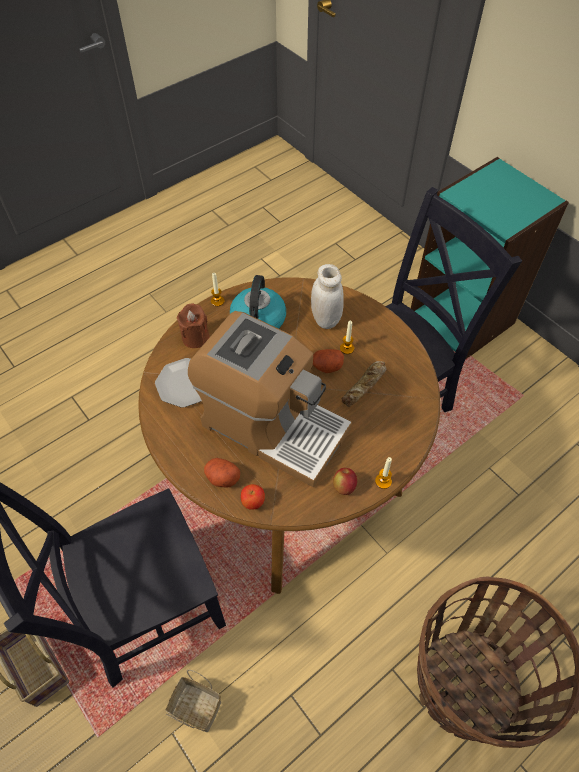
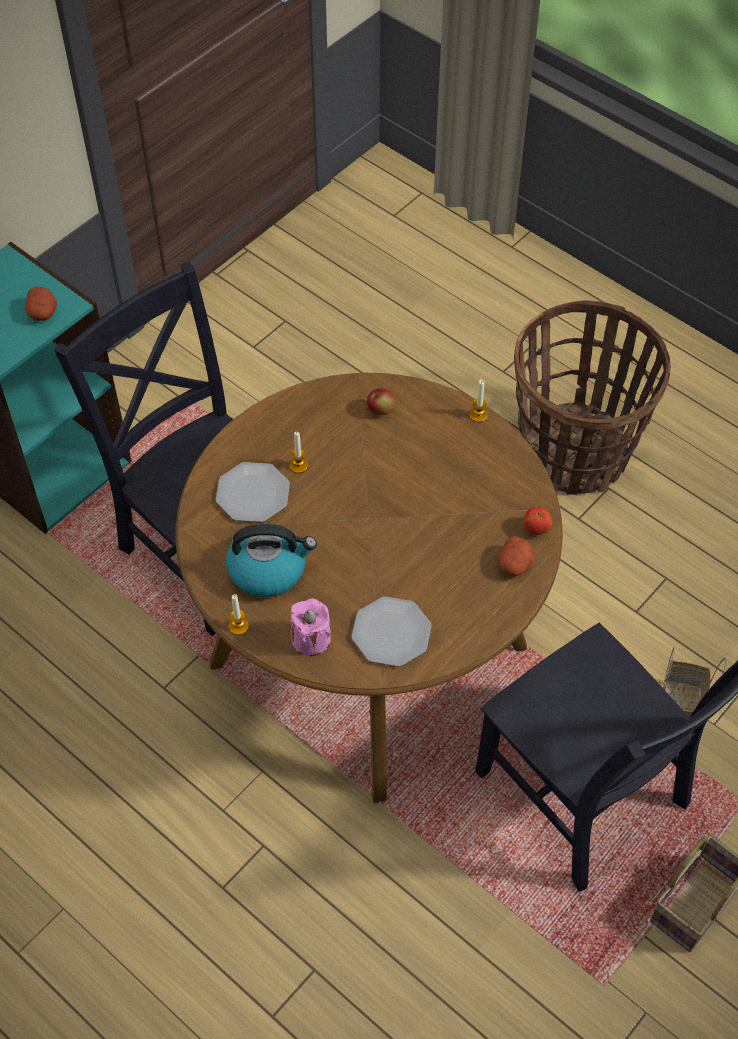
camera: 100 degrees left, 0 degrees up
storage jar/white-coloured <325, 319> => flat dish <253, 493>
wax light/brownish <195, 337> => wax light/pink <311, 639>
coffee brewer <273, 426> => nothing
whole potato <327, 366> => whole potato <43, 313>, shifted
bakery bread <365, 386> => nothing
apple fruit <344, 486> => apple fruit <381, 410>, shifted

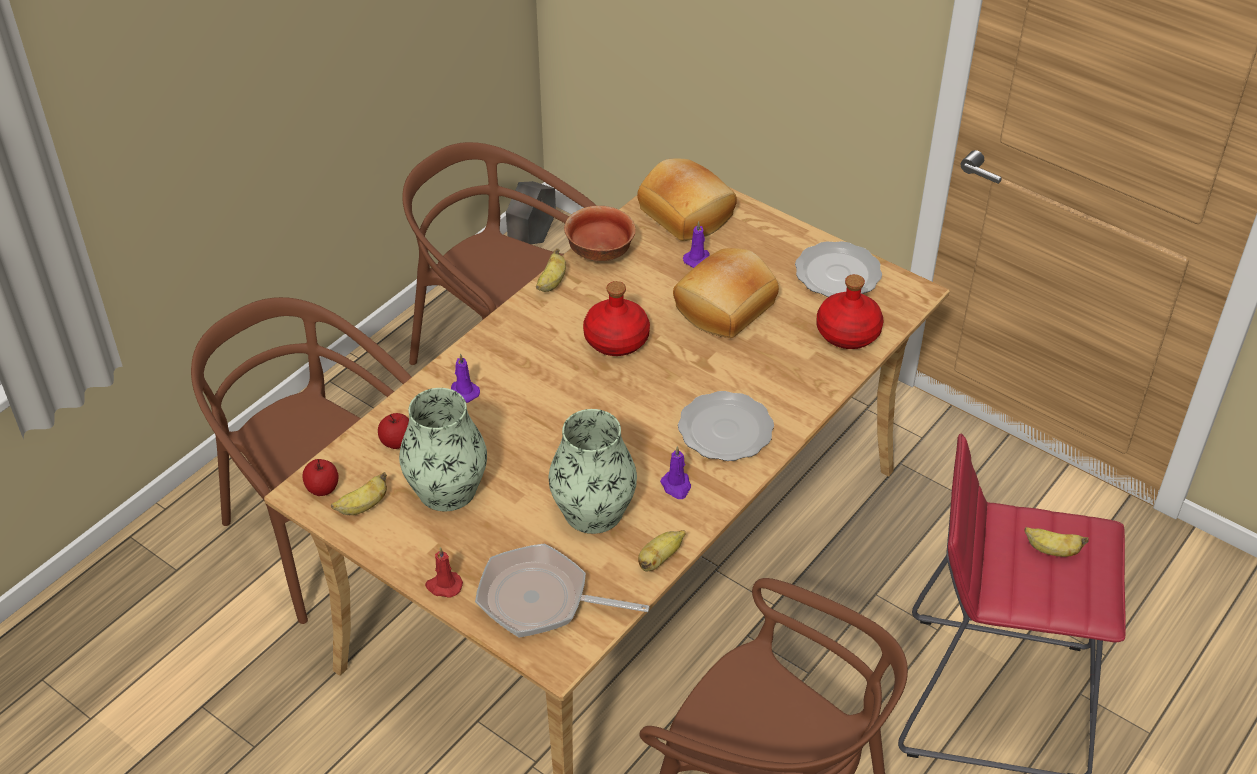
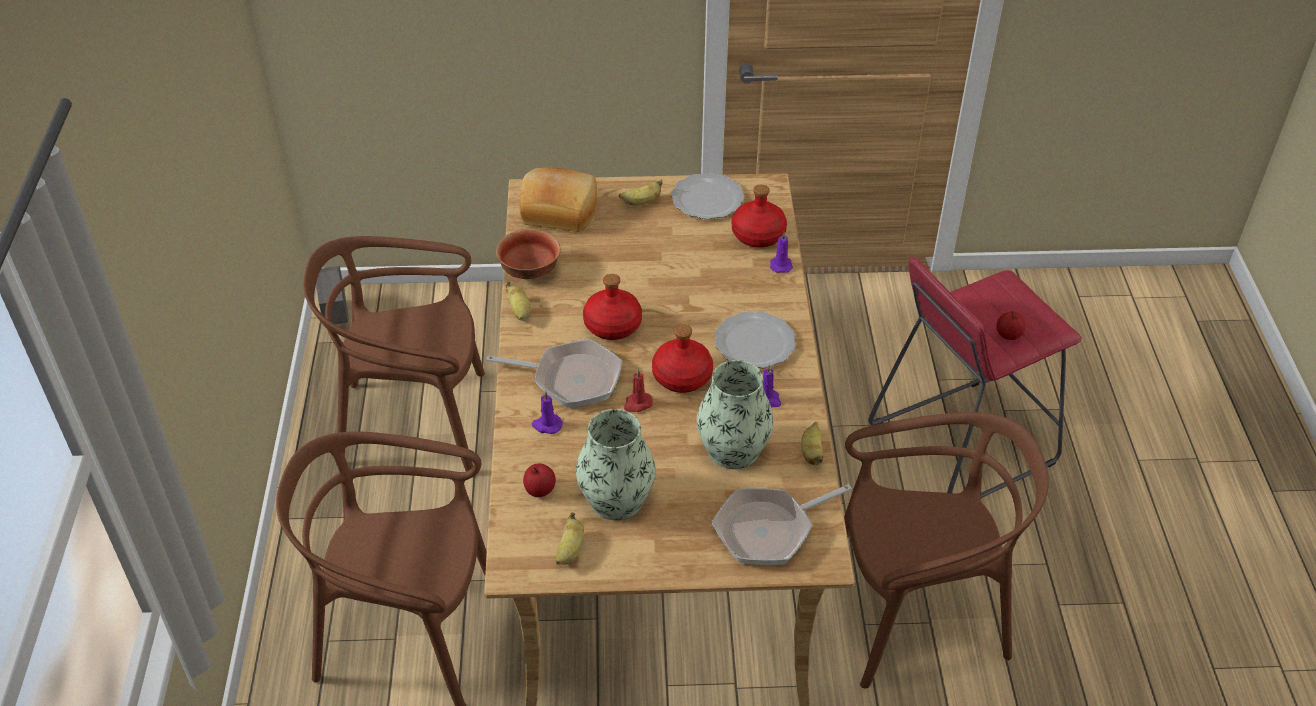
camera: 40 degrees left, 0 degrees up
wax light/purple-coloured <697, 259> => wax light/purple-coloured <780, 265>, shifted
bakery bread <726, 308> => nothing
apple fruit <322, 488> => apple fruit <1008, 335>, shifted
banana fruit <1051, 550> => banana fruit <641, 202>, shifted
wax light/red <443, 586> => wax light/red <637, 404>, shifted
nothing => bottle/red <682, 376>
nothing => frying pan <571, 378>

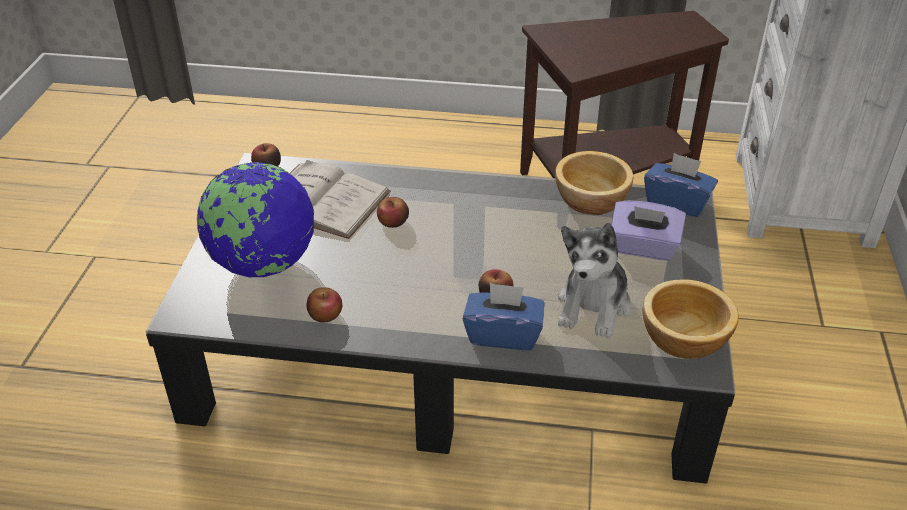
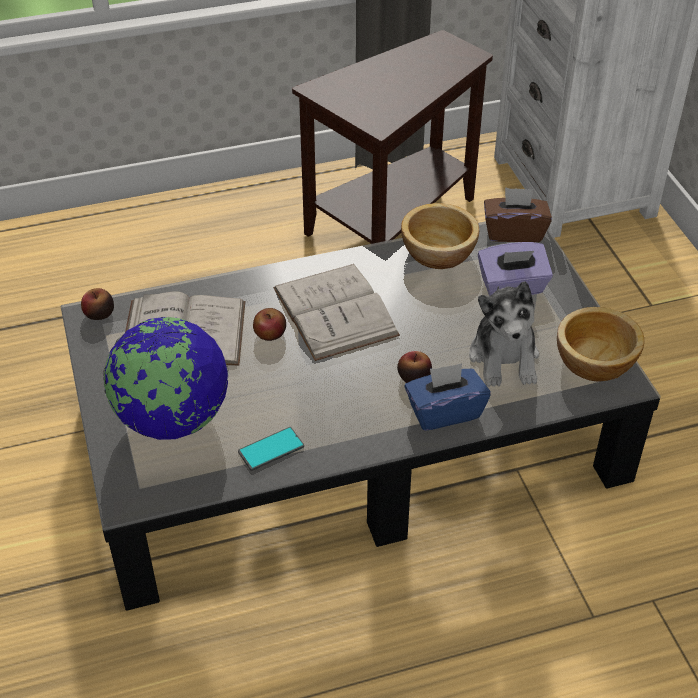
camera: 25 degrees left, 5 degrees up
box of tissues/blue-coloured <677, 202> => box of tissues/brownish <514, 232>
apple fruit <325, 315> => phone <271, 449>
nothing => bound book/white-coloured <335, 311>

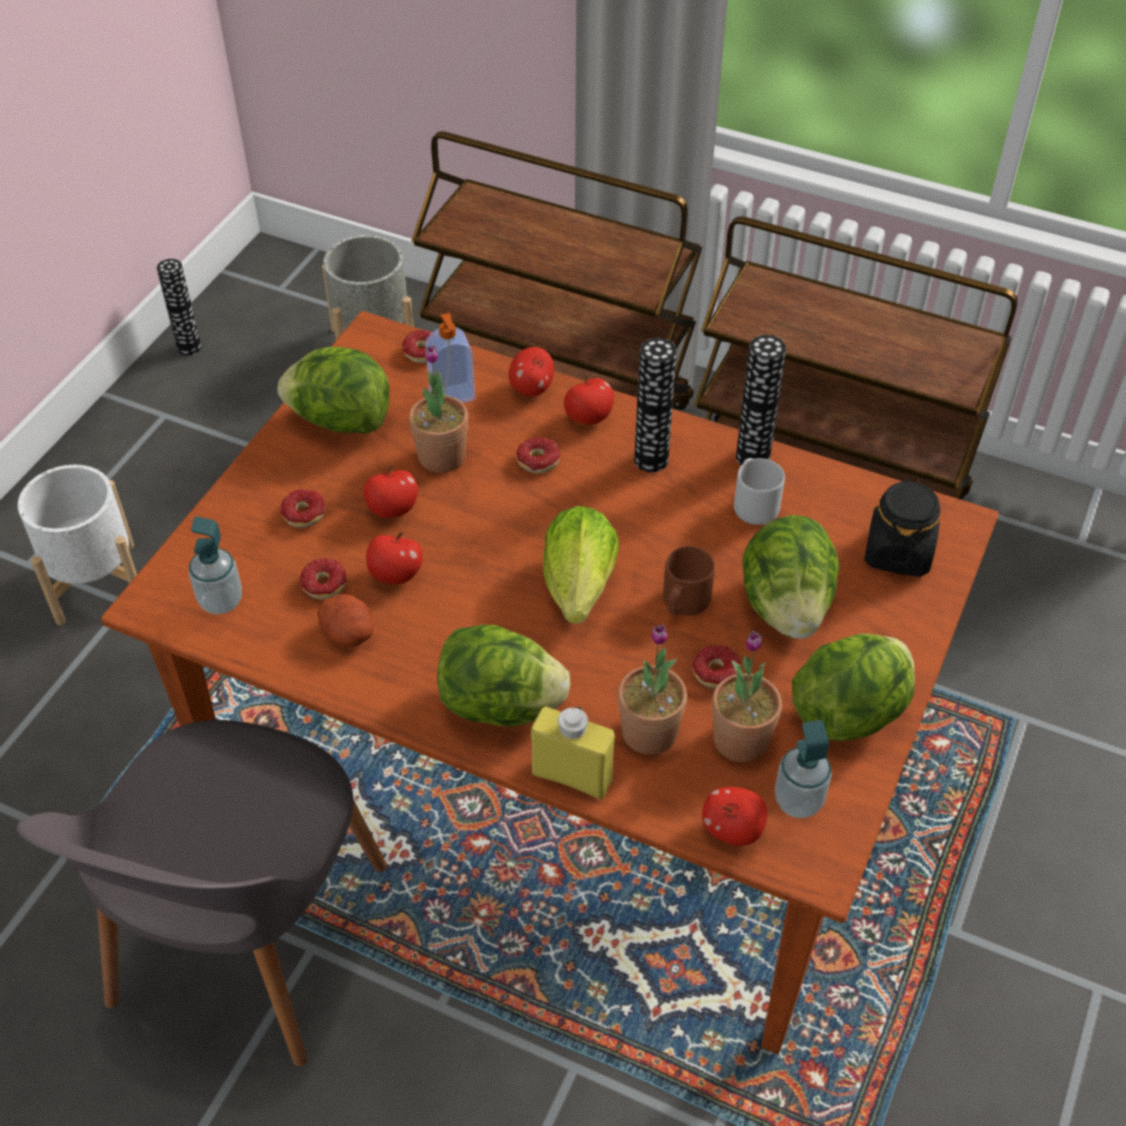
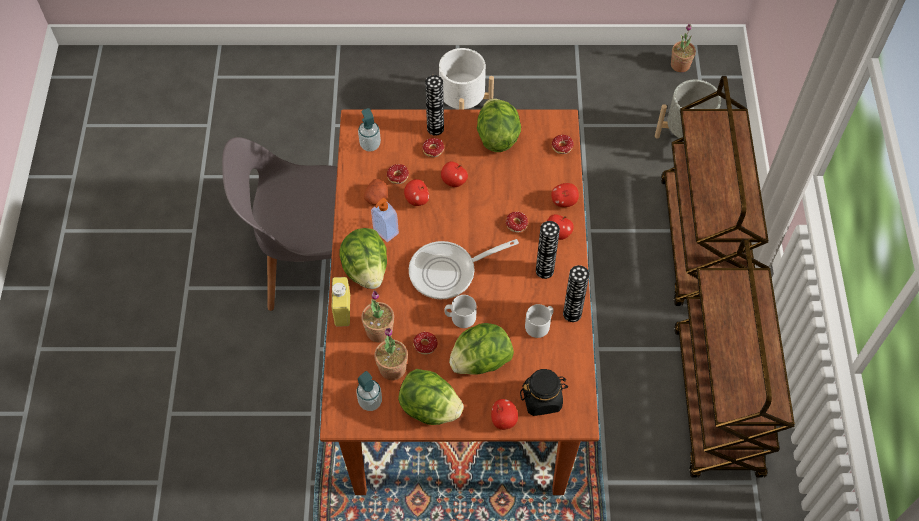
camera: 65 degrees right, 10 degrees up
flower vase <189, 347> => flower vase <435, 128>, shifted
liquid soap bottle <452, 396> => liquid soap bottle <385, 232>, shifted
houseplant <442, 456> => houseplant <680, 65>, shifted
lettuce <579, 585> => frying pan <448, 272>
tea mug/brownish <683, 602> => tea mug/gray <460, 317>
apple fruit <733, 830> => apple fruit <503, 420>, shifted

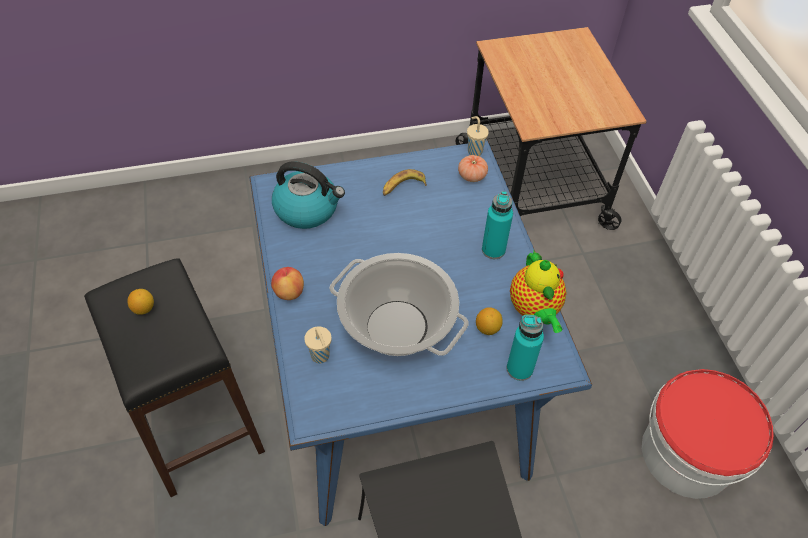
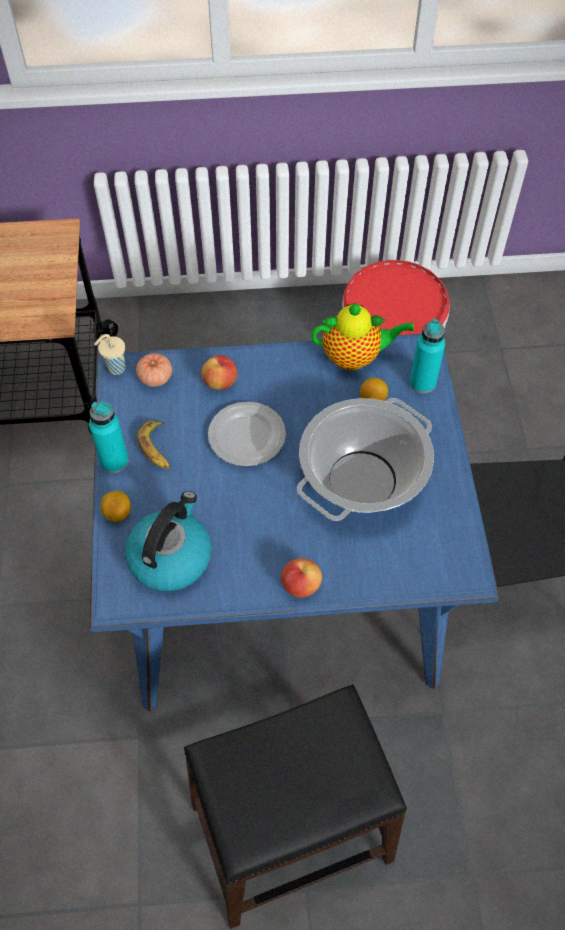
camera: 80 degrees left, 5 degrees up
bottle/turquoise-coloured <493, 250> => bottle/turquoise-coloured <114, 461>, shifted
whole lemon <144, 308> => whole lemon <117, 513>, shifted
cup/beige-coloured <320, 357> => nothing
nothing => apple fruit <220, 382>
nothing => flat dish <248, 436>

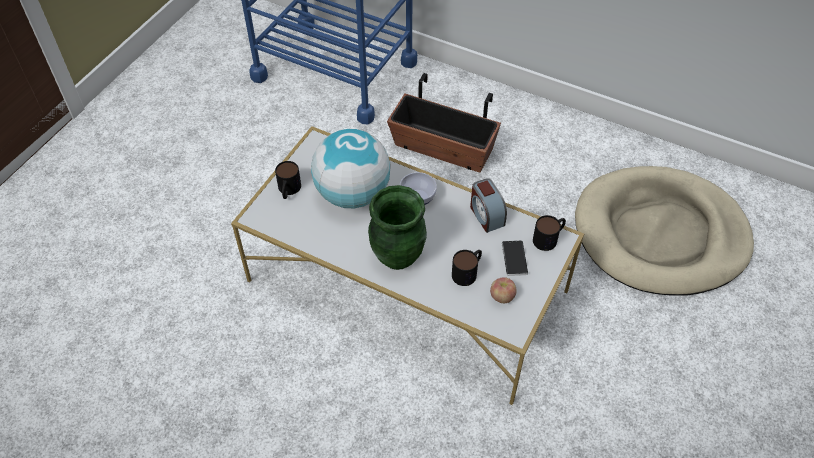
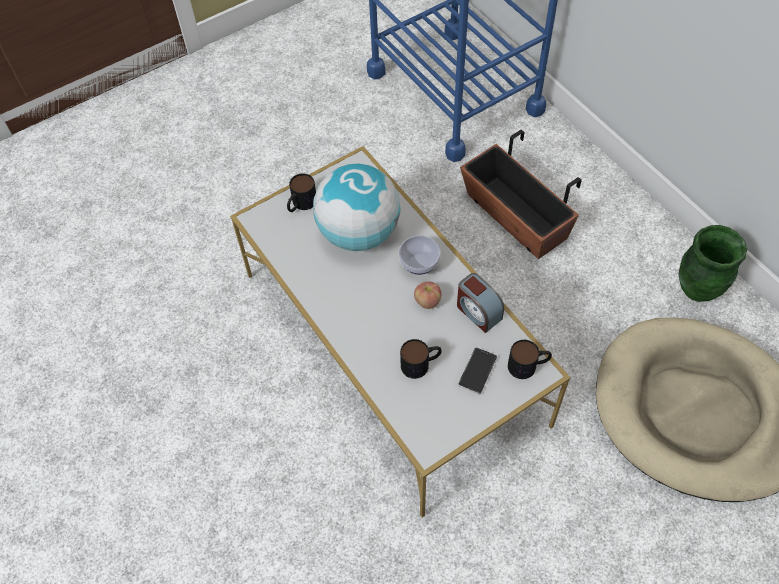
camera: 30 degrees right, 5 degrees up
bedside clock <486, 215> => bedside clock <478, 312>, 45 degrees counterclockwise
flower vase/green <398, 255> => flower vase/green <698, 288>, shifted
apple fruit <502, 296> => apple fruit <427, 301>, shifted

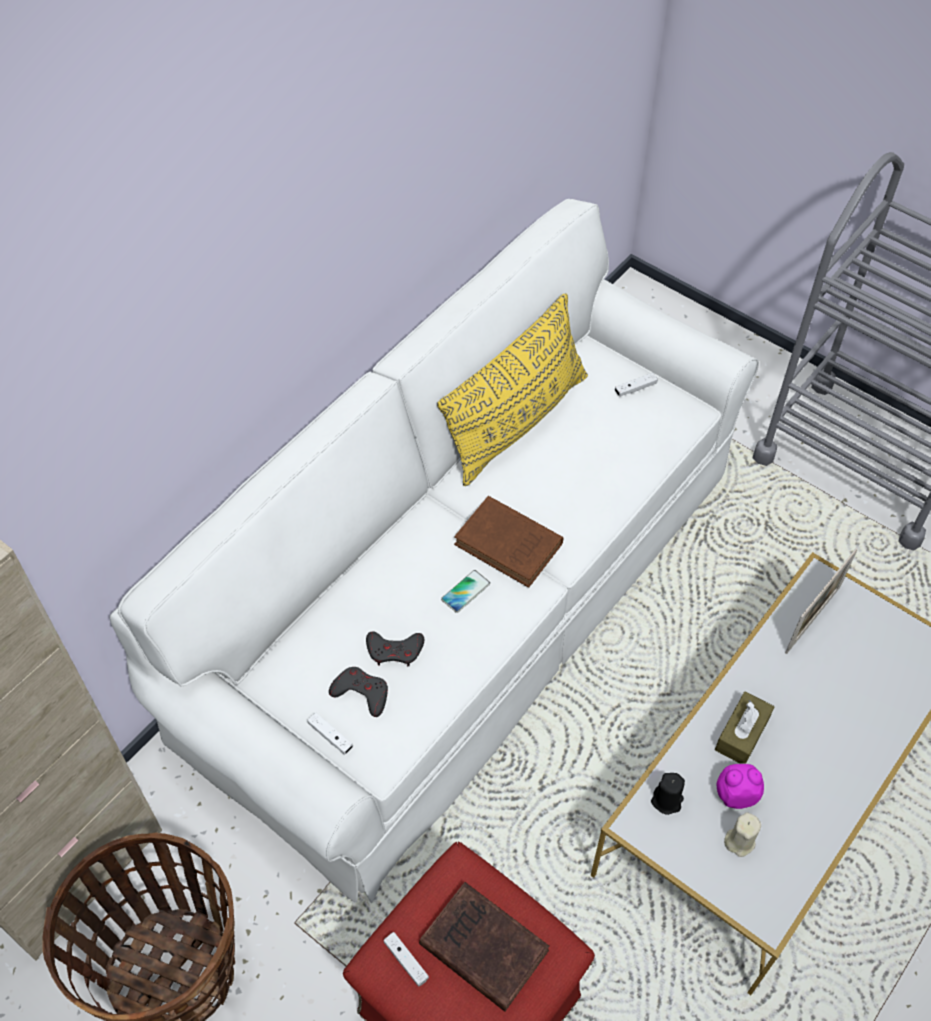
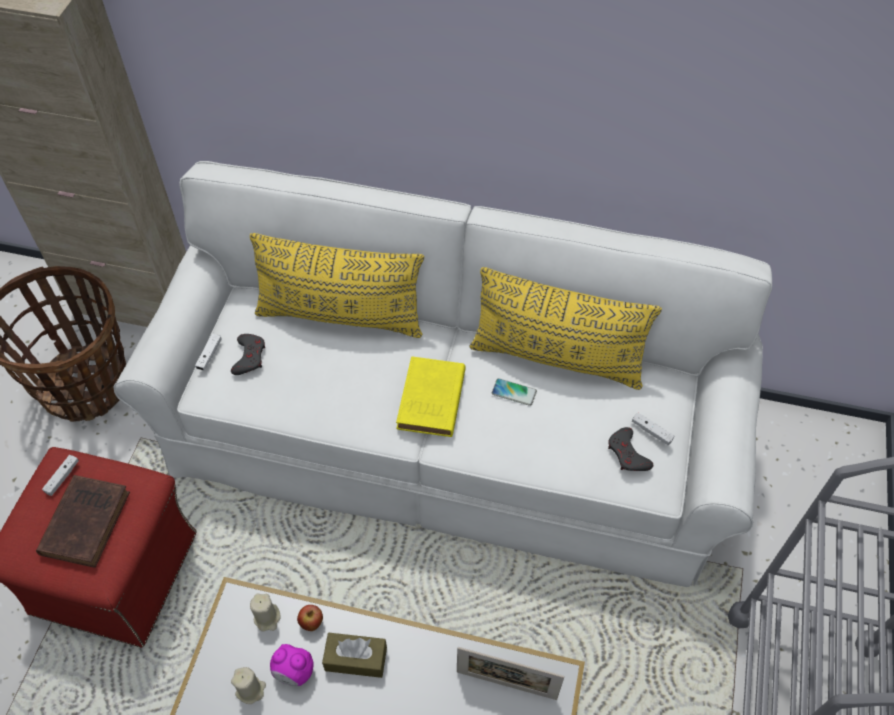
camera: 65 degrees right, 0 degrees up
bound book/brownish <510, 546> => bound book/yellow-coloured <431, 402>
phone <465, 591> => phone <514, 392>, shifted
game controller/gray <395, 650> => game controller/gray <628, 454>, shifted
bedside clock <736, 794> => bedside clock <294, 672>, 135 degrees clockwise
wax light/black-coloured <667, 800> => wax light/beige-coloured <267, 618>
nothing => cushion/yellow-coloured <340, 316>
nothing => apple fruit <312, 623>

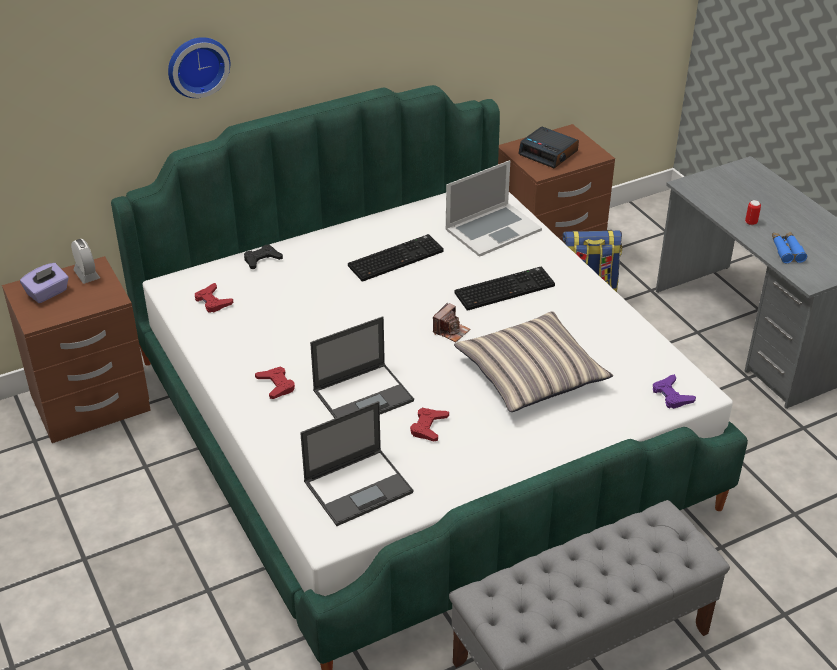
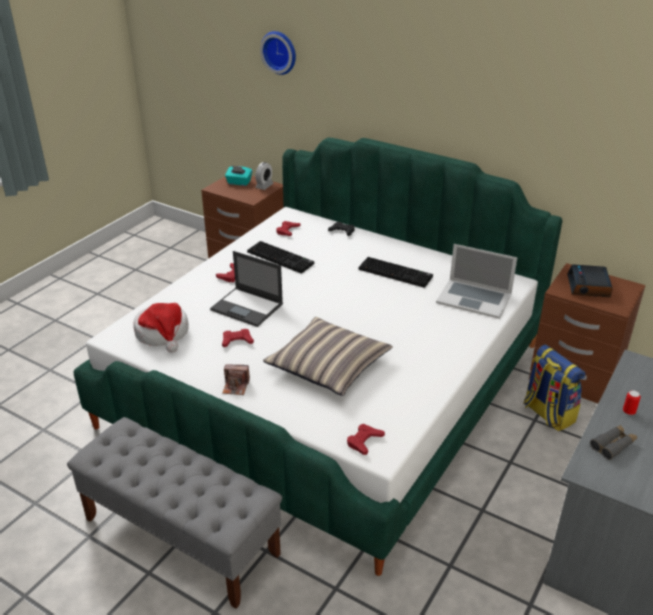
camera: 60 degrees right, 5 degrees down
hanging clock <197, 65> => hanging clock <280, 52>, shifted
field glasses/blue-coloured <787, 251> => field glasses/gray <613, 445>
box of tissues/purple-coloured <48, 293> => box of tissues/turquoise-coloured <239, 183>
PC keyboard <505, 288> => PC keyboard <281, 258>, shifted
photo camera <451, 331> => photo camera <236, 386>, shifted
game controller/purple-coloured <671, 395> => game controller/red <364, 441>
laptop <359, 486> => wearable hat <163, 333>

